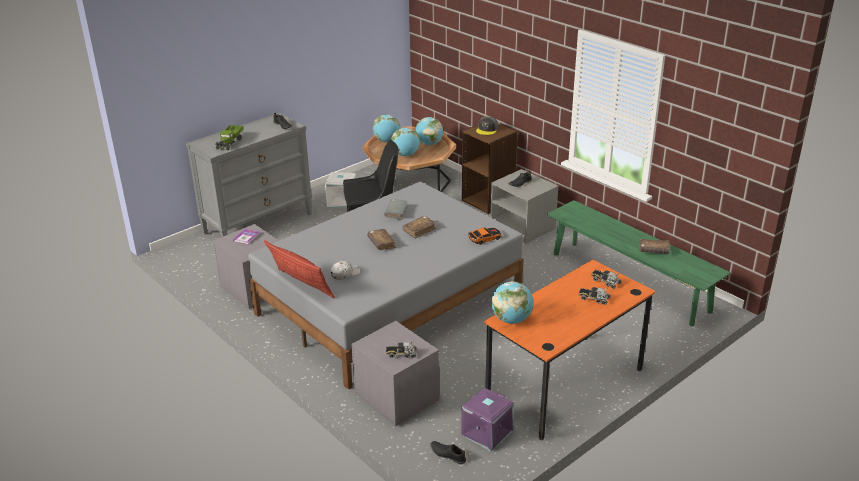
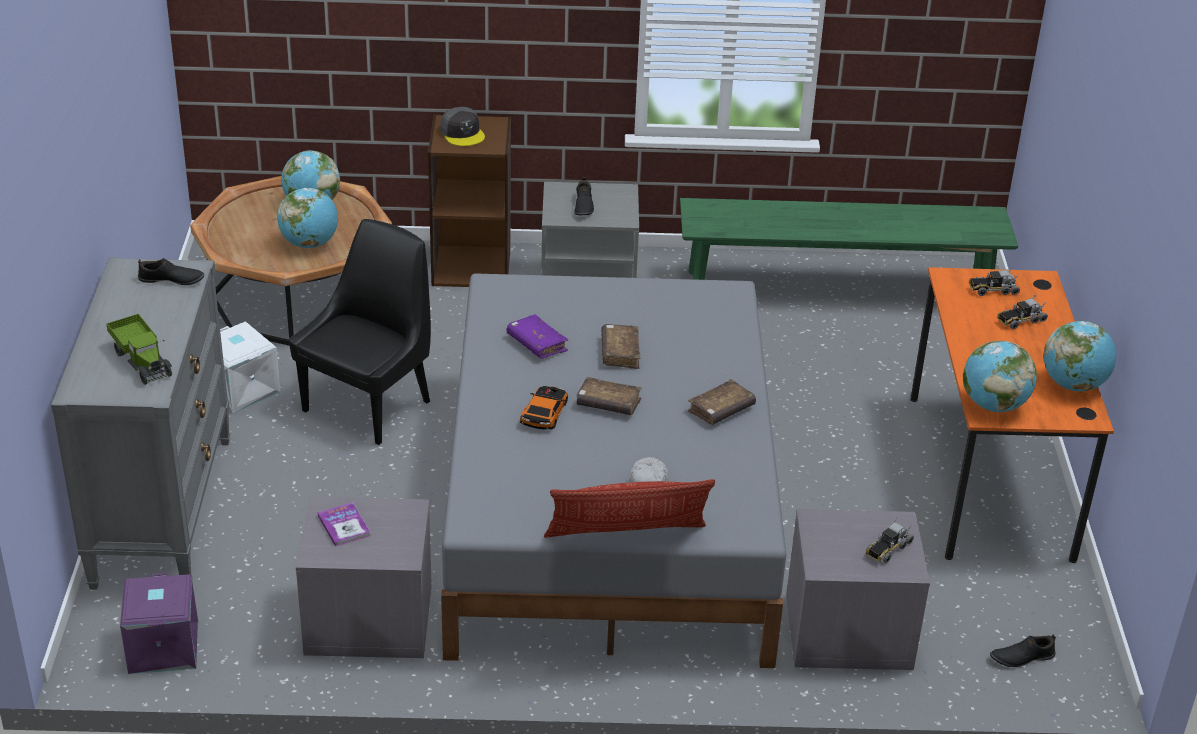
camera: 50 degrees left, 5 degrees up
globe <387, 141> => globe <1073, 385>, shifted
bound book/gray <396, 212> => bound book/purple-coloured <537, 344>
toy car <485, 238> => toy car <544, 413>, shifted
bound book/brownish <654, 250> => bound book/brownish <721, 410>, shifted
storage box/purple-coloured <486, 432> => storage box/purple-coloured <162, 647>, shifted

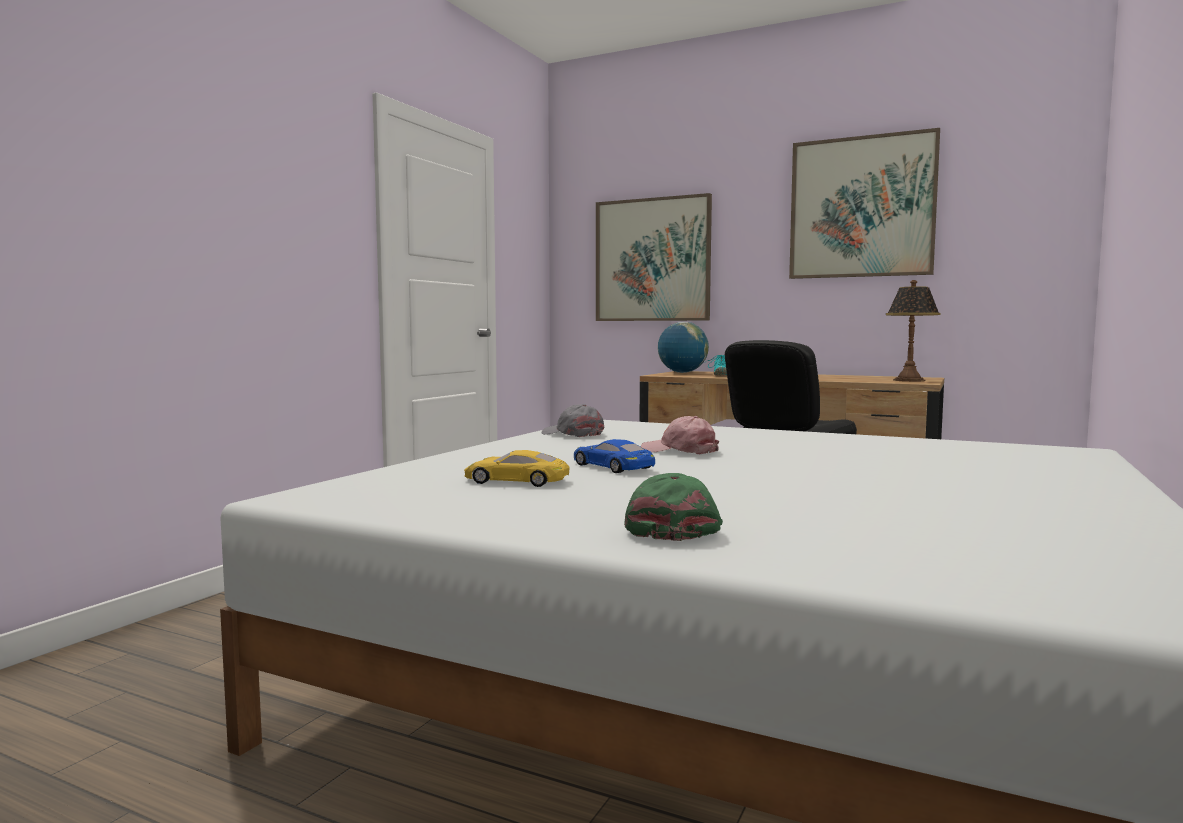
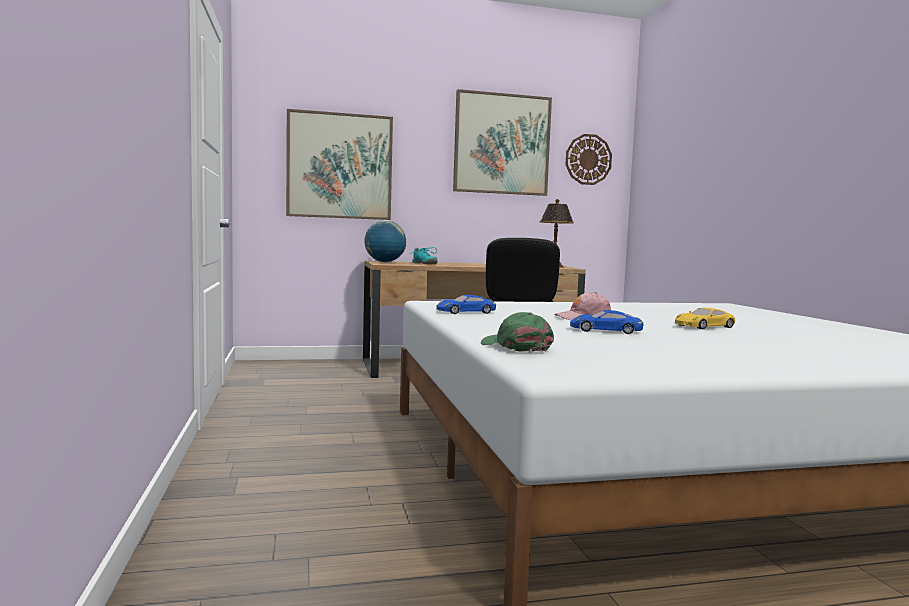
camera: 40 degrees left, 0 degrees up
baseball cap/gray <573, 434> => toy car/blue-coloured <465, 312>
toy car/yellow-coloured <516, 480> => toy car/yellow-coloured <704, 326>, shifted
baseball cap/green <671, 527> => baseball cap/green <516, 347>, shifted
nothing => hanging clock <588, 159>

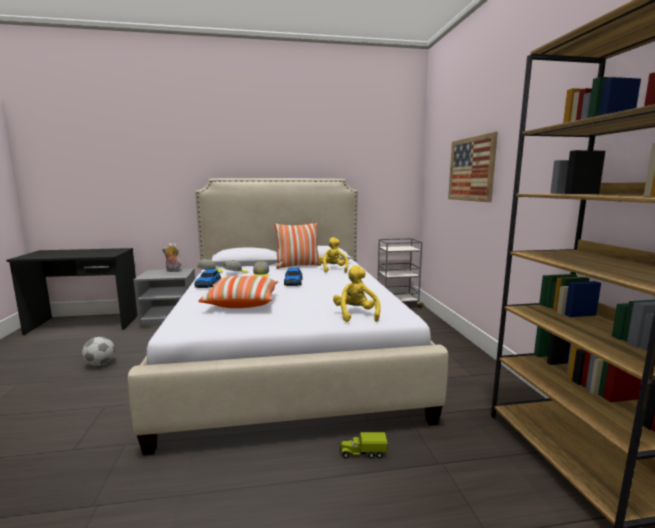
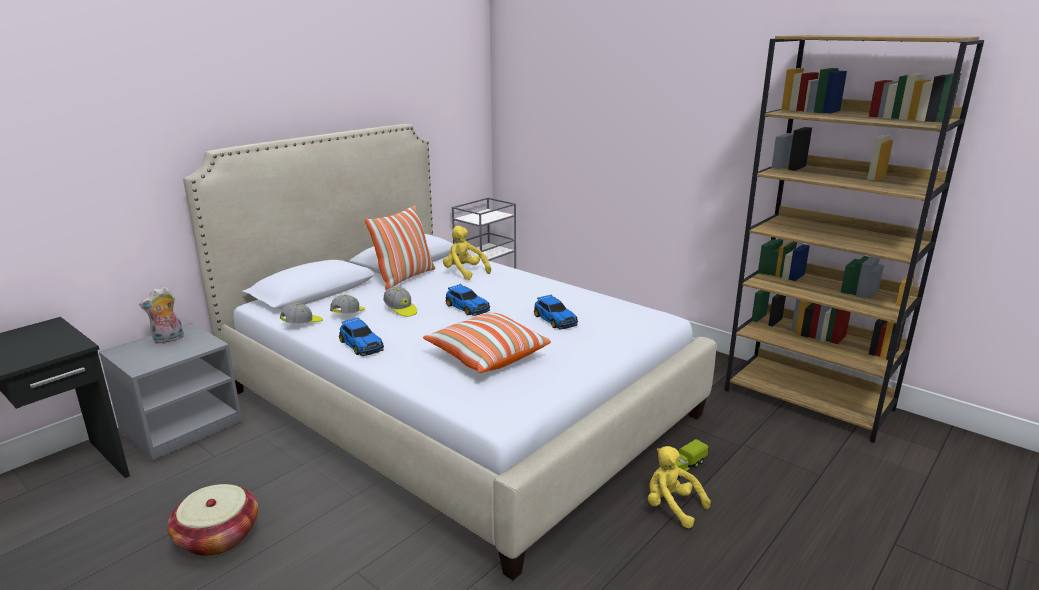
camera: 40 degrees left, 10 degrees up
picture <471, 169> => nothing
plush toy/yellow-coloured <355, 315> => plush toy/yellow-coloured <671, 507>, shifted
football ball <100, 364> => basket <218, 536>
nothing => toy car <555, 319>

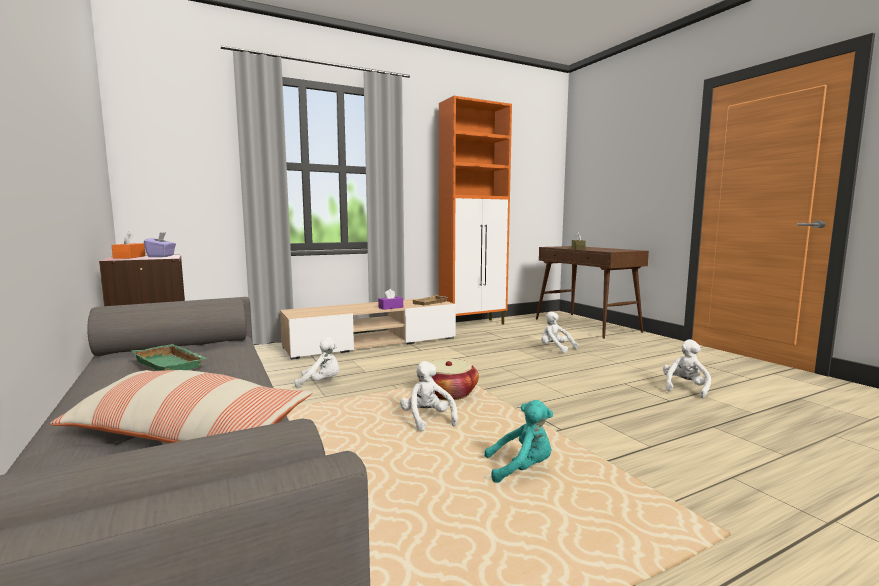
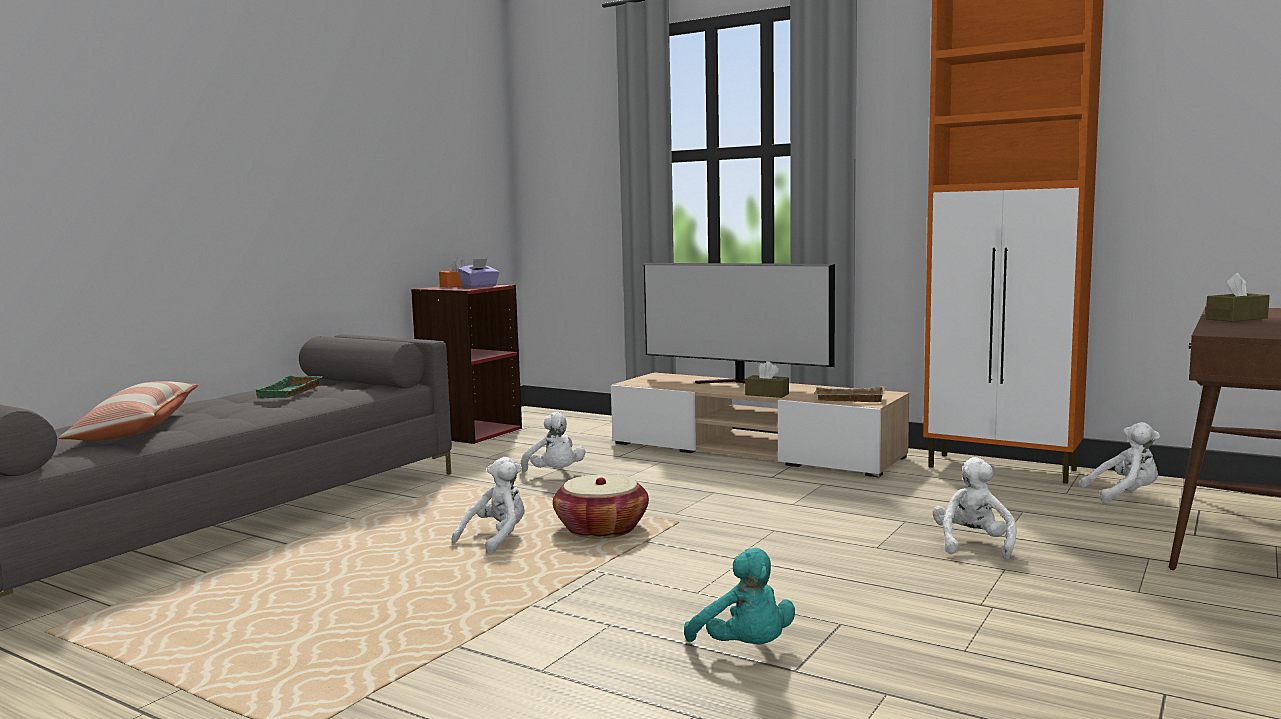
camera: 60 degrees right, 0 degrees up
box of tissues/purple-coloured <390, 307> => box of tissues/brownish <767, 394>
plush toy/white-coloured <685, 388> => plush toy/white-coloured <1124, 495>, shifted
plush toy/turquoise-coloured <521, 469> => plush toy/turquoise-coloured <745, 649>, shifted
nothing => television <737, 383>

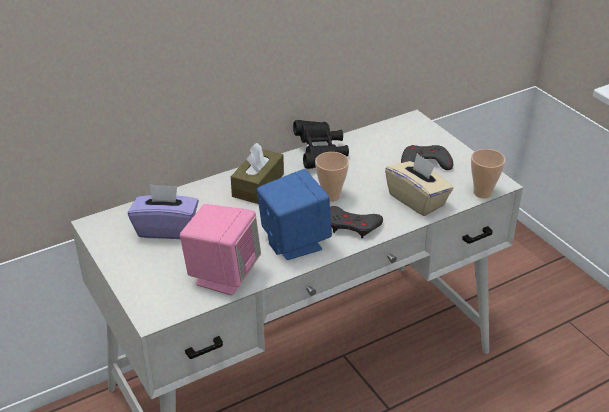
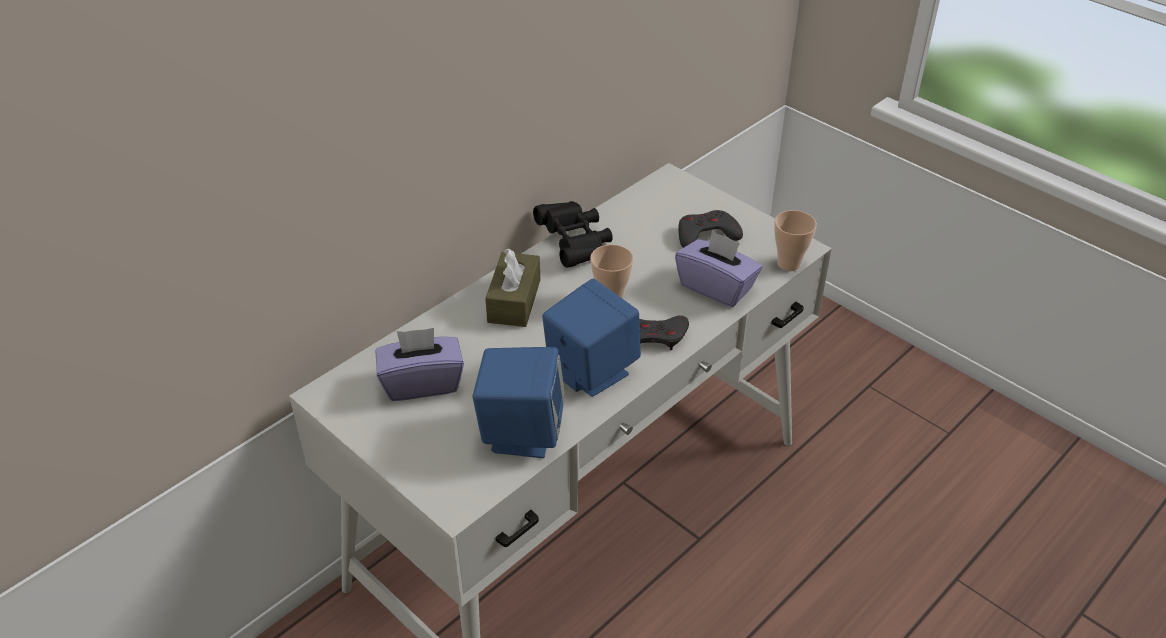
camera: 15 degrees left, 5 degrees up
box of tissues/beige-coloured <417, 200> => box of tissues/purple-coloured <716, 287>
loudspeaker/pink <223, 275> => loudspeaker/blue-coloured <521, 432>

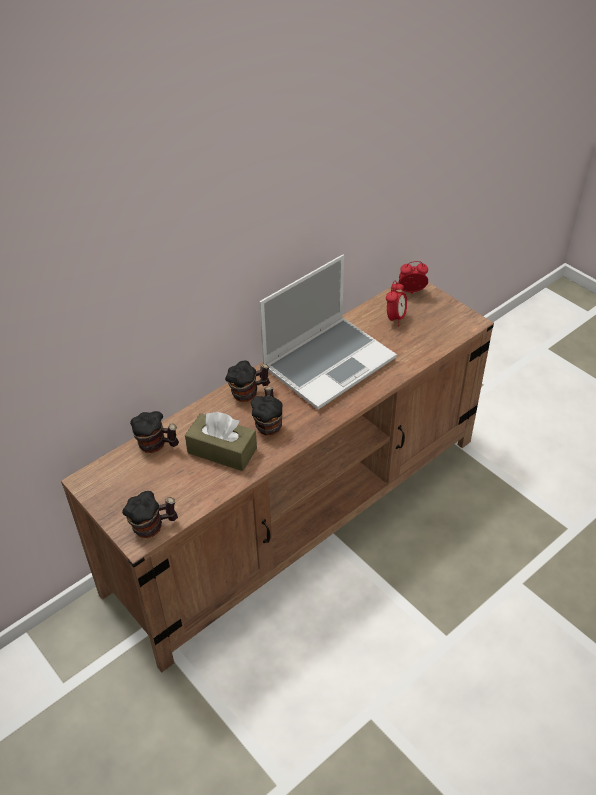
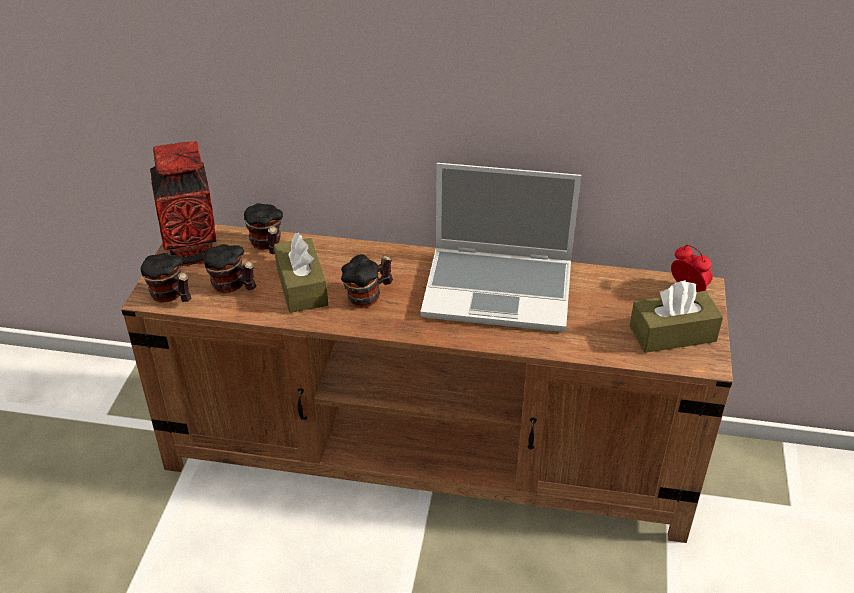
camera: 50 degrees right, 5 degrees down
bedside clock <395, 318> => nothing
tea mug <249, 393> => tea mug <233, 287>, shifted
nothing => flower vase <192, 252>
nothing => box of tissues/brownish <672, 334>

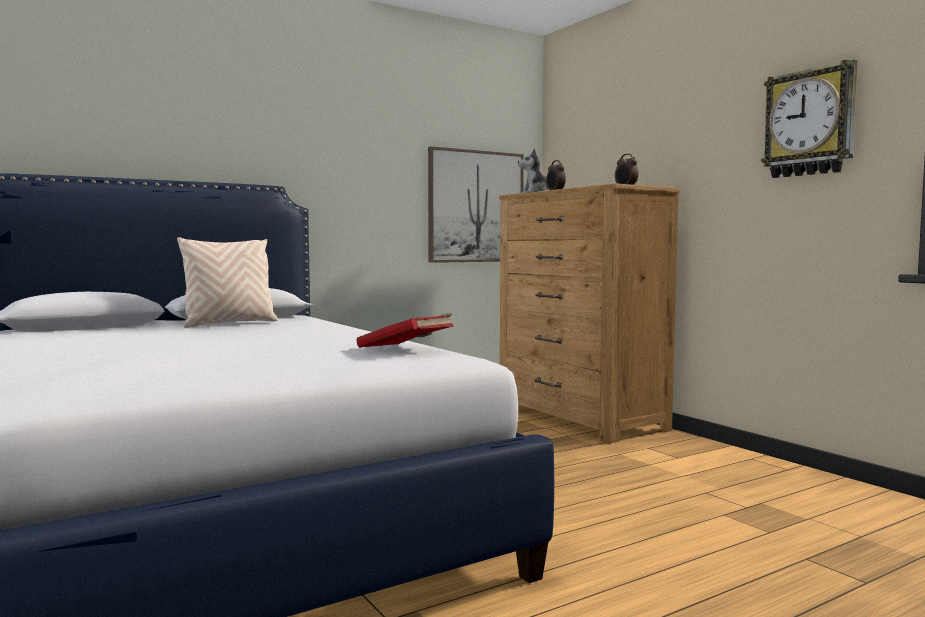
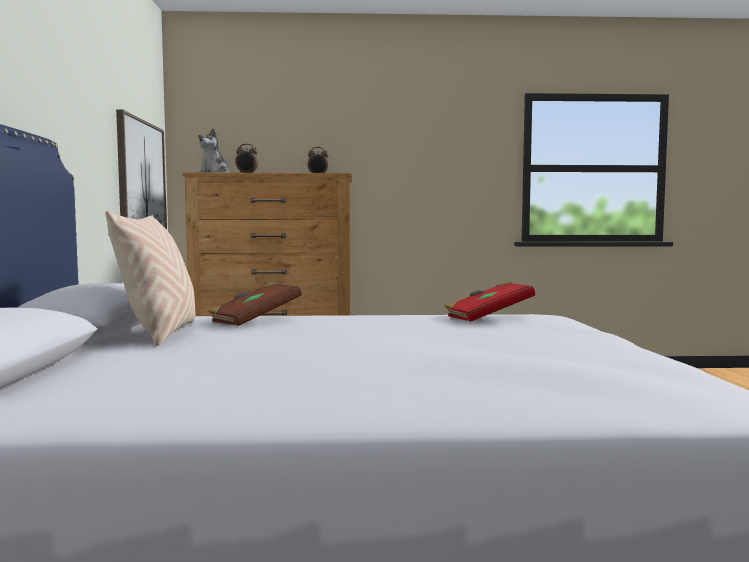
camera: 60 degrees left, 0 degrees up
hanging clock <810, 123> => nothing
nothing => bound book/brownish <255, 320>

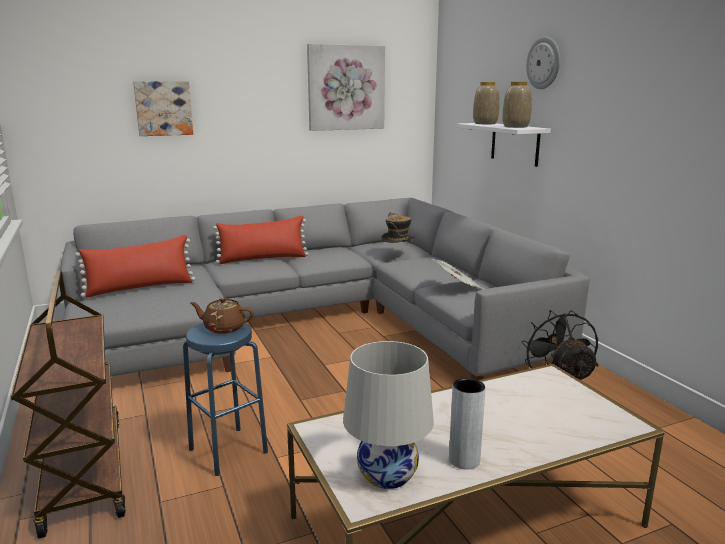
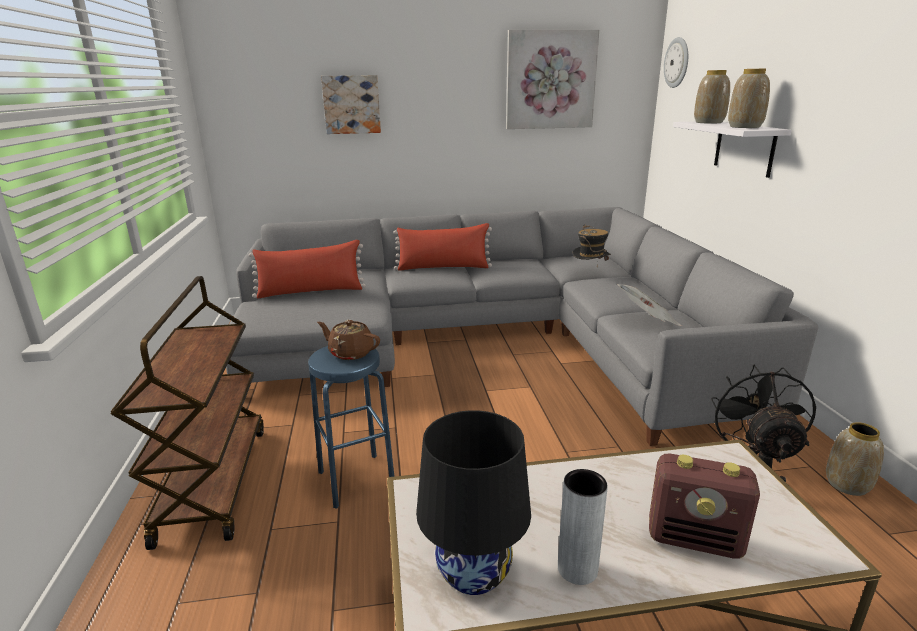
camera: 15 degrees right, 5 degrees up
hanging clock <544, 63> => hanging clock <677, 62>, shifted
table lamp/white-coloured <387, 474> => table lamp/black-coloured <474, 572>
nothing => flower vase <848, 485>
nothing => radio <695, 540>

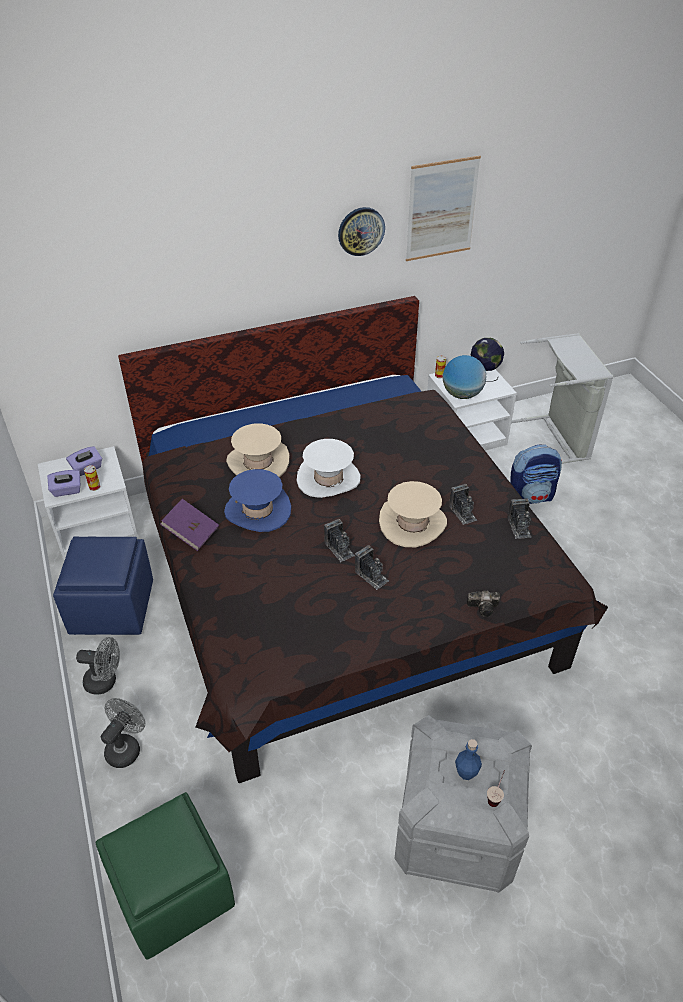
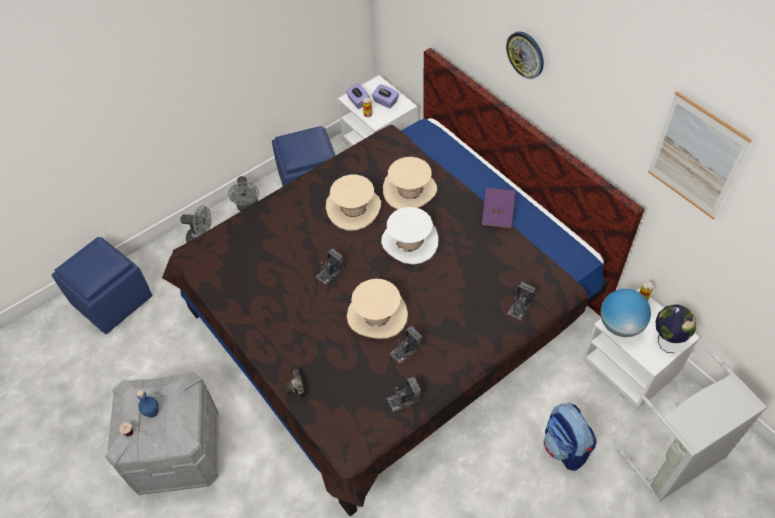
camera: 75 degrees right, 10 degrees up
hanging clock <361, 231> => hanging clock <526, 54>, shifted
wearable hat/blue-coloured <257, 511> => wearable hat/beige-coloured <353, 208>
bound book/purple-coloured <191, 533> => bound book/purple-coloured <498, 214>, shifted
photo camera <371, 576> => photo camera <520, 307>, shifted
pouffe/green <171, 891> => pouffe/blue-coloured <112, 299>

